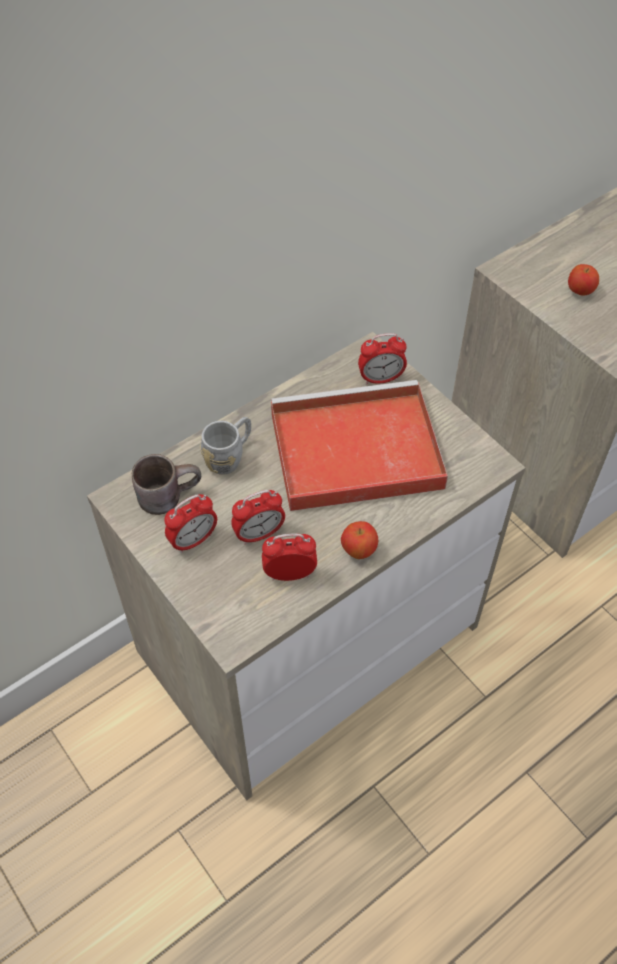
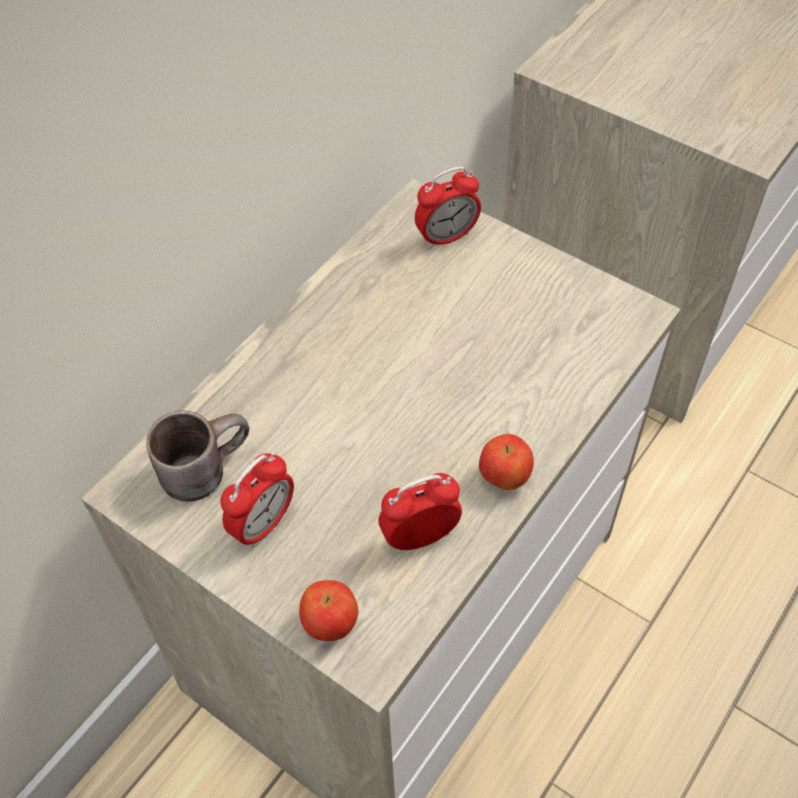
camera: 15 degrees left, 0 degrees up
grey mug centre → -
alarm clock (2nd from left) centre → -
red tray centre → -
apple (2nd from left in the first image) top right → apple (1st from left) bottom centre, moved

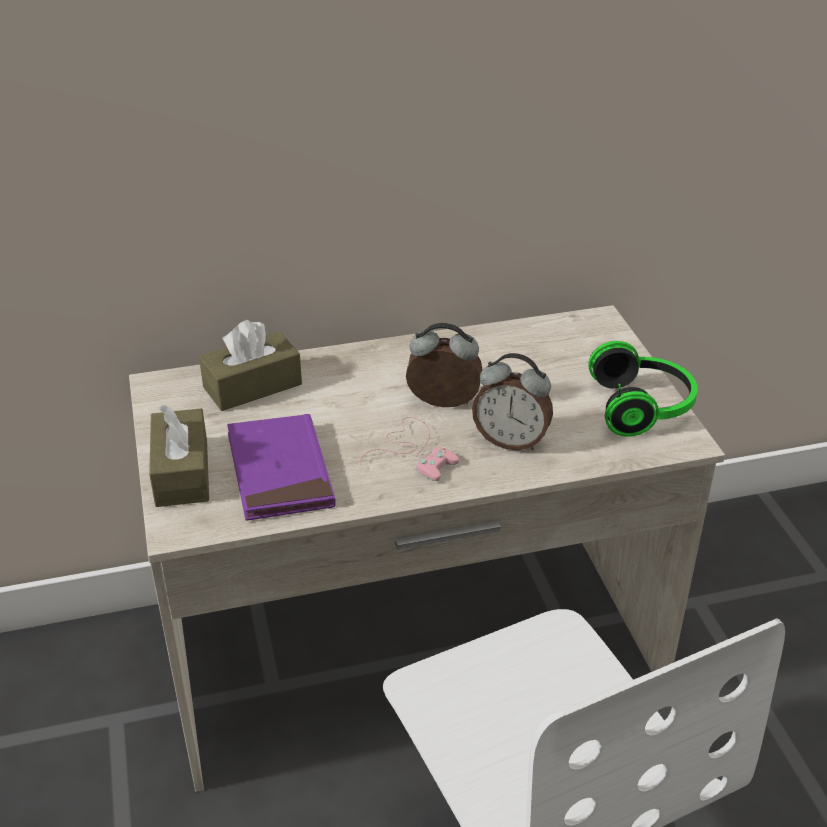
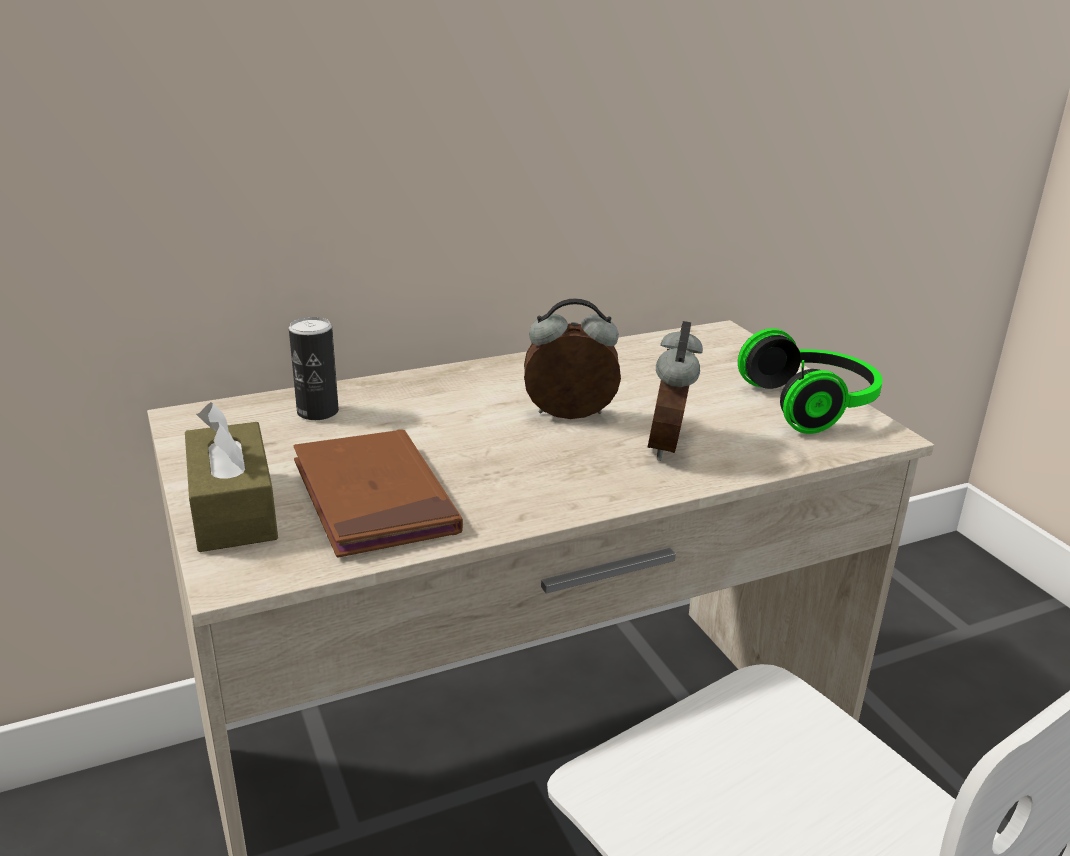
camera: 10 degrees left, 10 degrees down
pink game controller centre → -
brown tissue box (2nd from left) middle left → can middle left
purple book centre → brown book centre
alarm clock (2nd from left) centre, 90 degrees clockwise

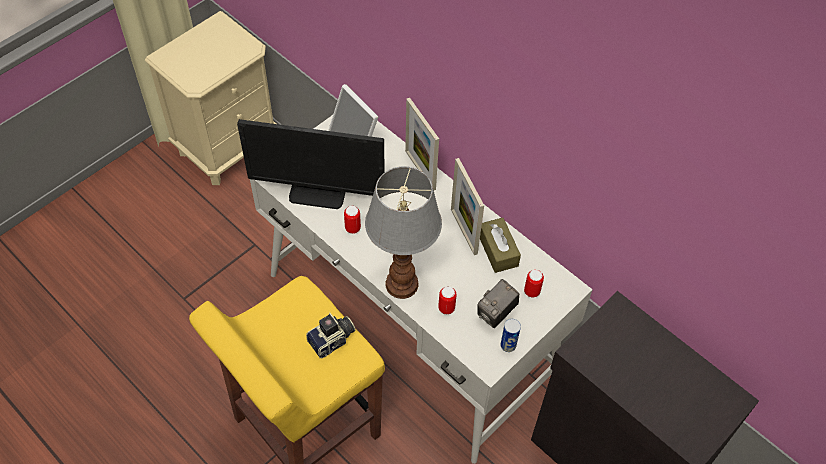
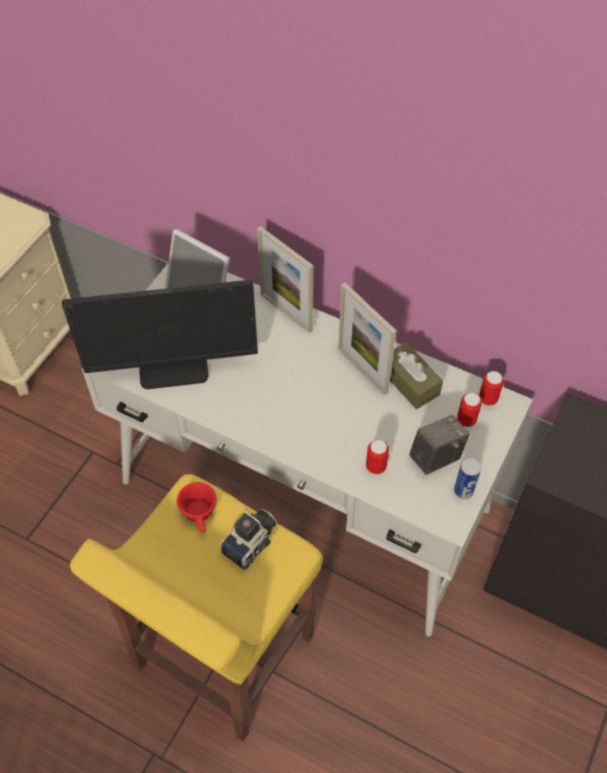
camera: 15 degrees left, 0 degrees up
table lamp centre → -
- → red cup middle left
can (1st from left in the first image) centre → can (4th from left) middle right, moved
photo camera (2nd from left) centre → photo camera (2nd from left) middle right, 150 degrees counterclockwise

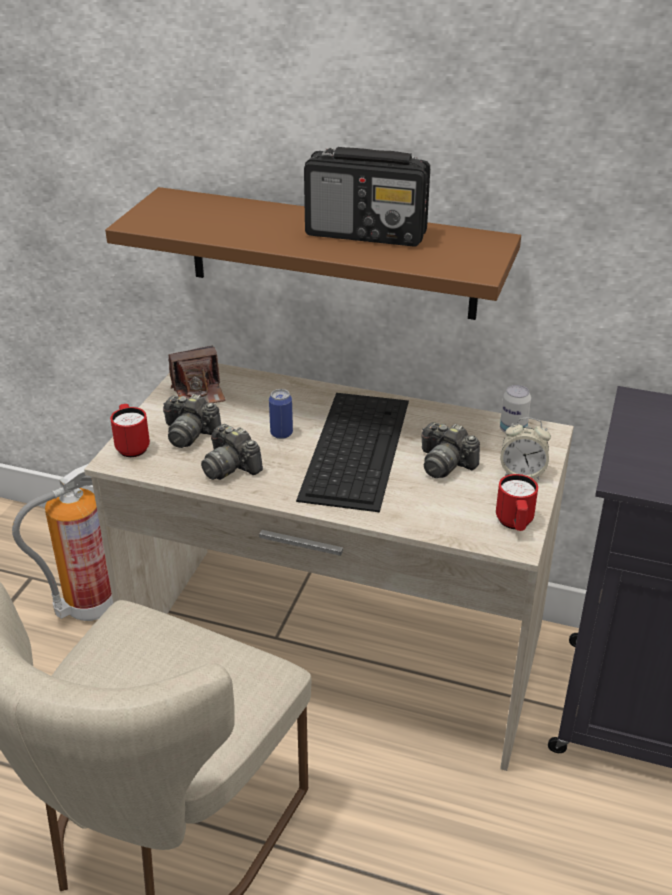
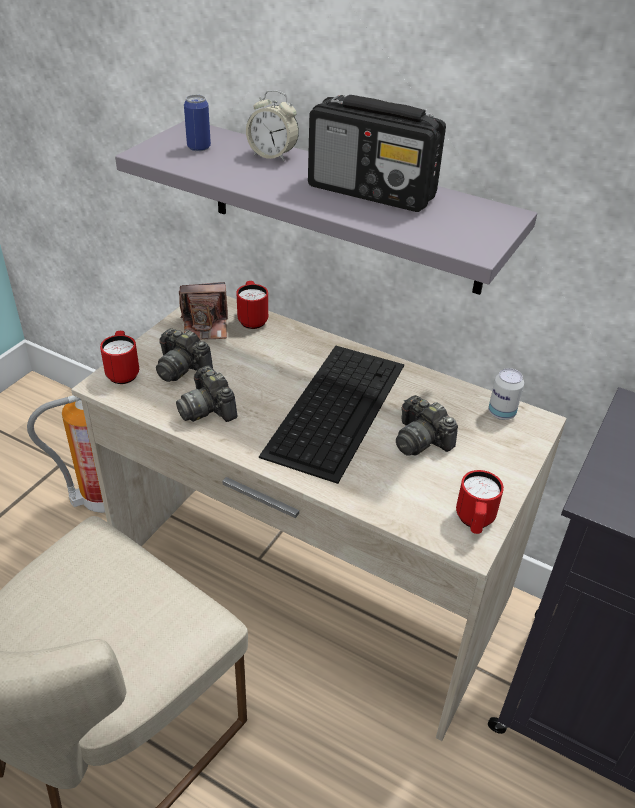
camera: 10 degrees right, 5 degrees up
- → red mug (2nd from left) centre
can (1st from left) centre → can (1st from left) top left, moved
alarm clock middle right → alarm clock top centre, moved
brown shelf top centre → grey shelf top centre

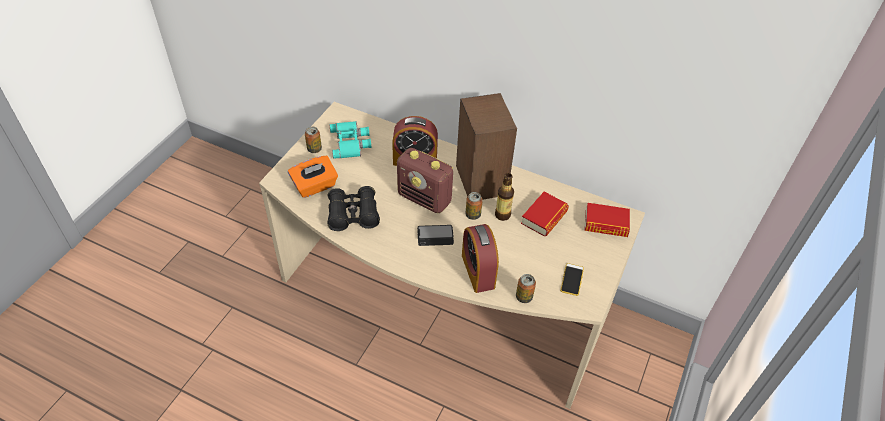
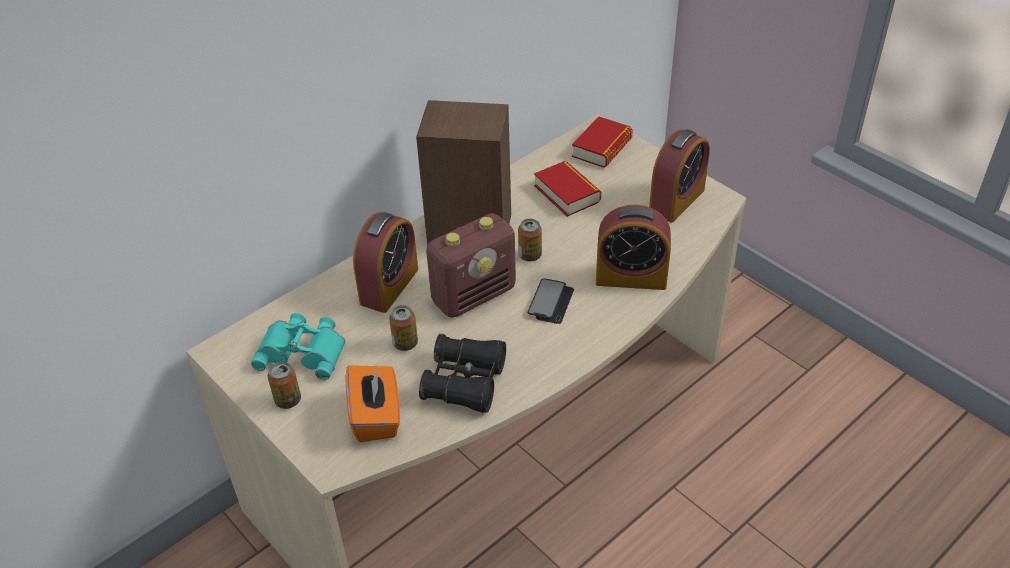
camera: 65 degrees left, 5 degrees down
bottle centre → -
can (3rd from left in the first image) bottom centre → can (2nd from left) centre, moved
phone (2nd from left) centre → alarm clock (3rd from left) top right

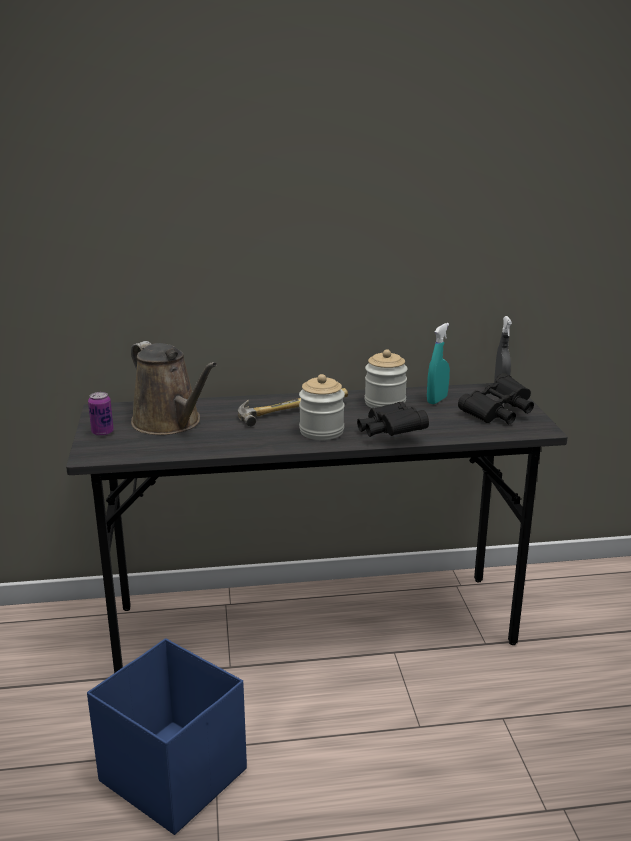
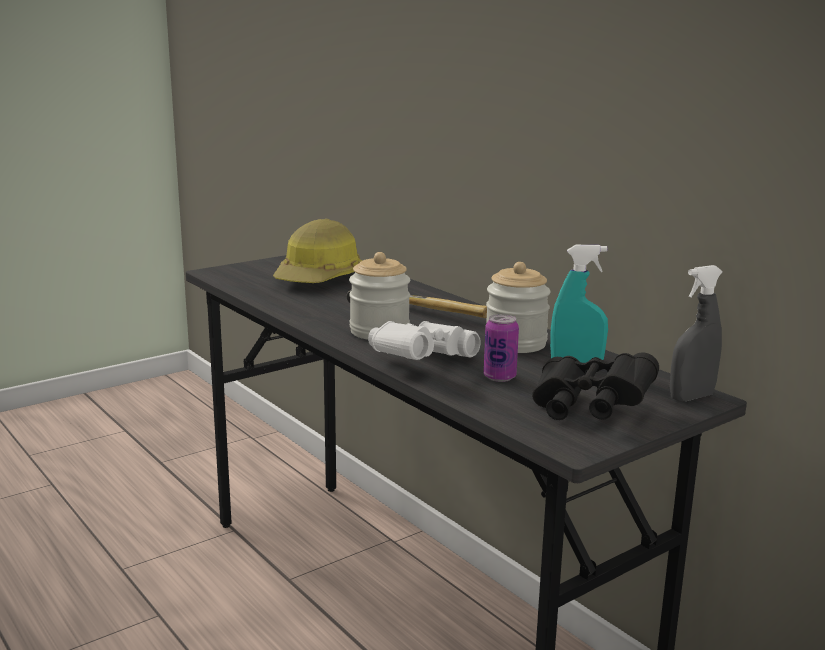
camera: 60 degrees right, 5 degrees down
blue storage box bottom left → -
can middle left → can centre, moved
brown watering can middle left → hard hat centre
black binoculars (1st from left) centre → white binoculars centre

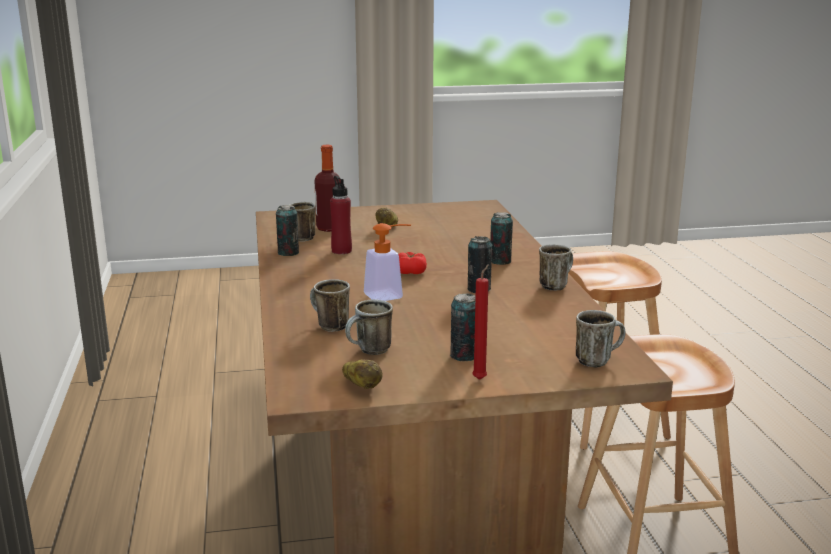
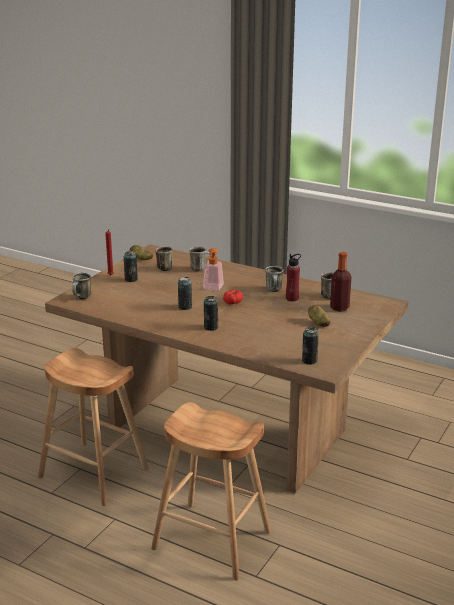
camera: 130 degrees right, 5 degrees up
can (1st from left in the first image) centre → can (4th from left) middle right, moved
mug (4th from left) middle right → mug (4th from left) centre, moved

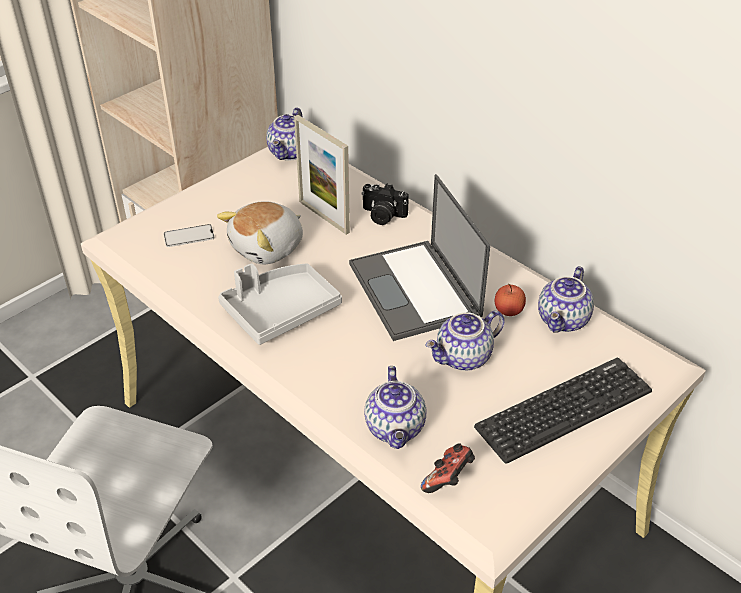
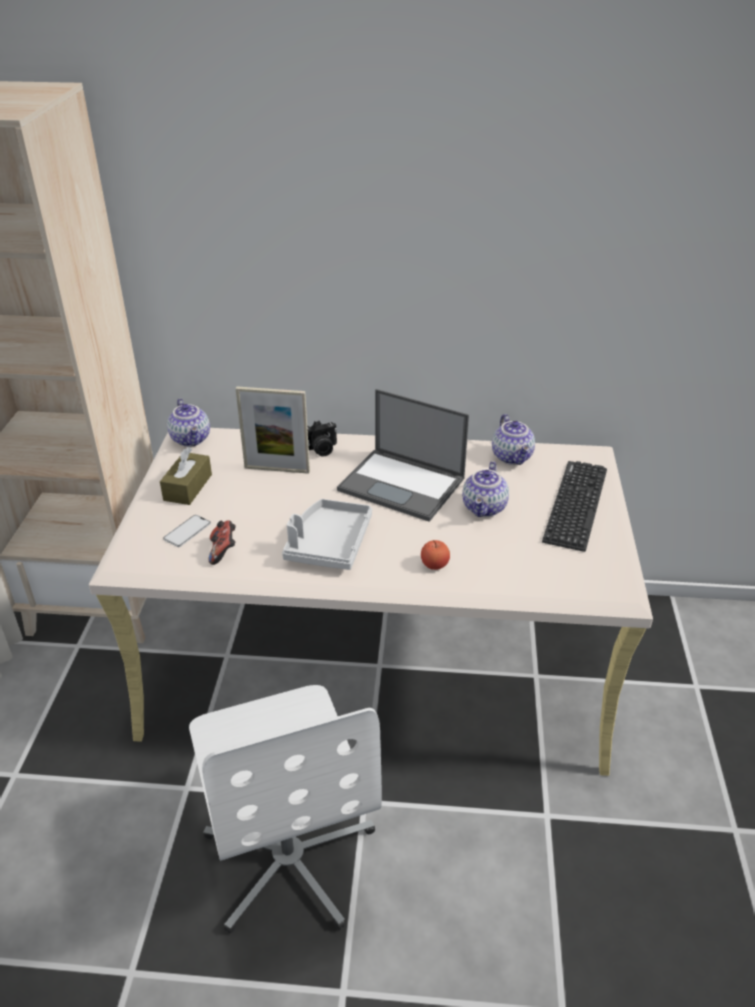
camera: 40 degrees left, 5 degrees down
plush toy centre → -
teapot (2nd from left) bottom centre → -
- → brown tissue box middle left
game controller bottom centre → game controller middle left, moved
apple middle right → apple centre, moved

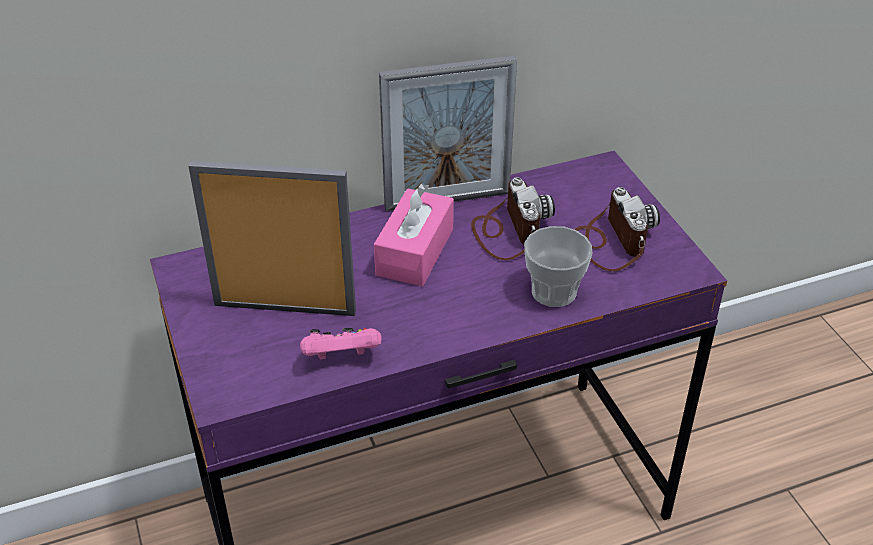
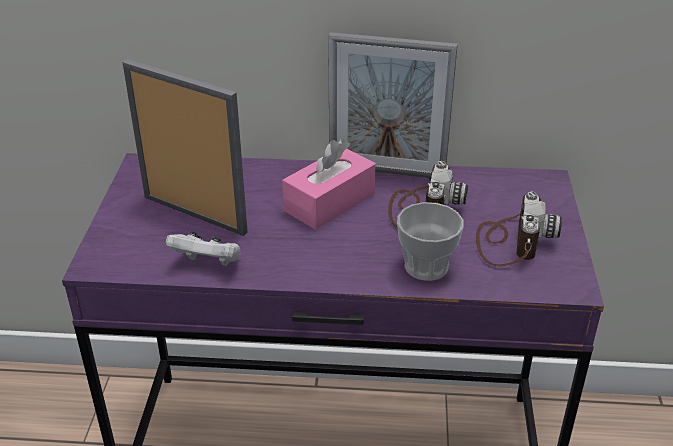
camera: 25 degrees right, 5 degrees down
pink game controller centre → white game controller middle left

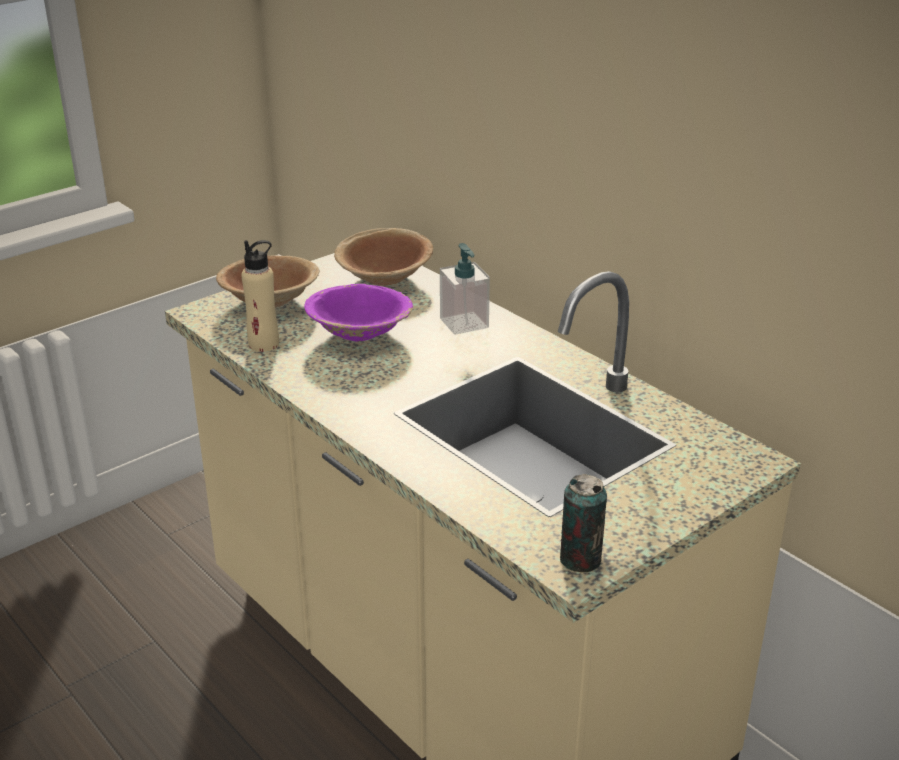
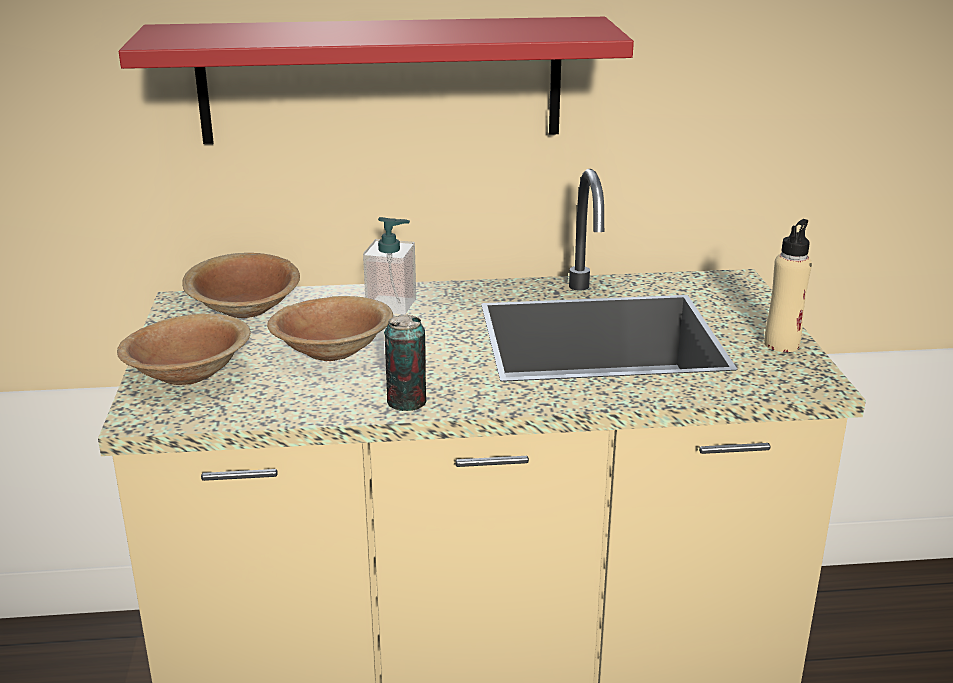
camera: 55 degrees left, 5 degrees down
- → red shelf top centre
beige bottle middle left → beige bottle middle right, moved
can bottom centre → can centre, moved
purple bowl centre → brown bowl (3rd from left) centre

